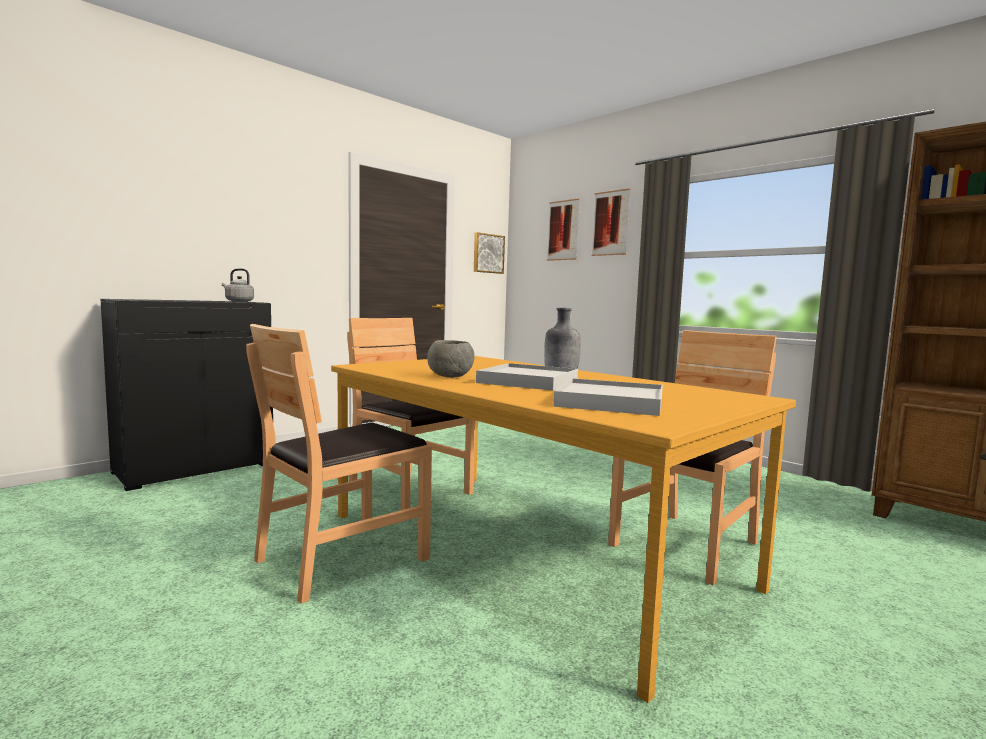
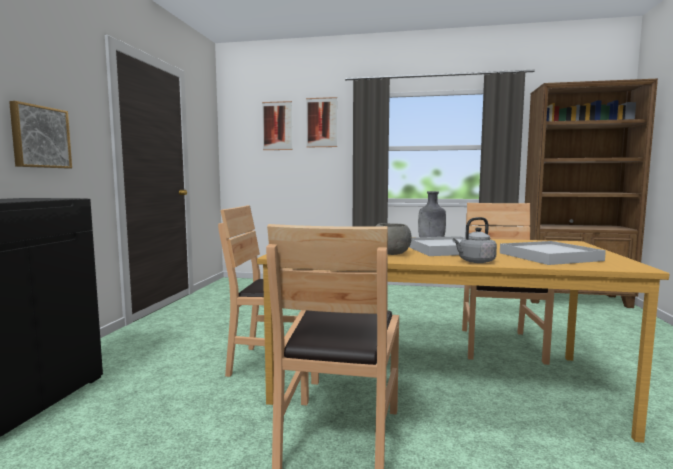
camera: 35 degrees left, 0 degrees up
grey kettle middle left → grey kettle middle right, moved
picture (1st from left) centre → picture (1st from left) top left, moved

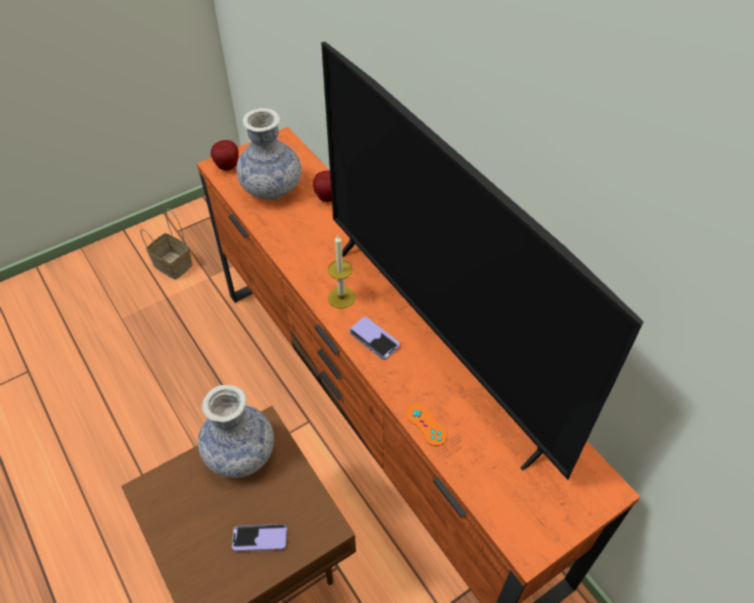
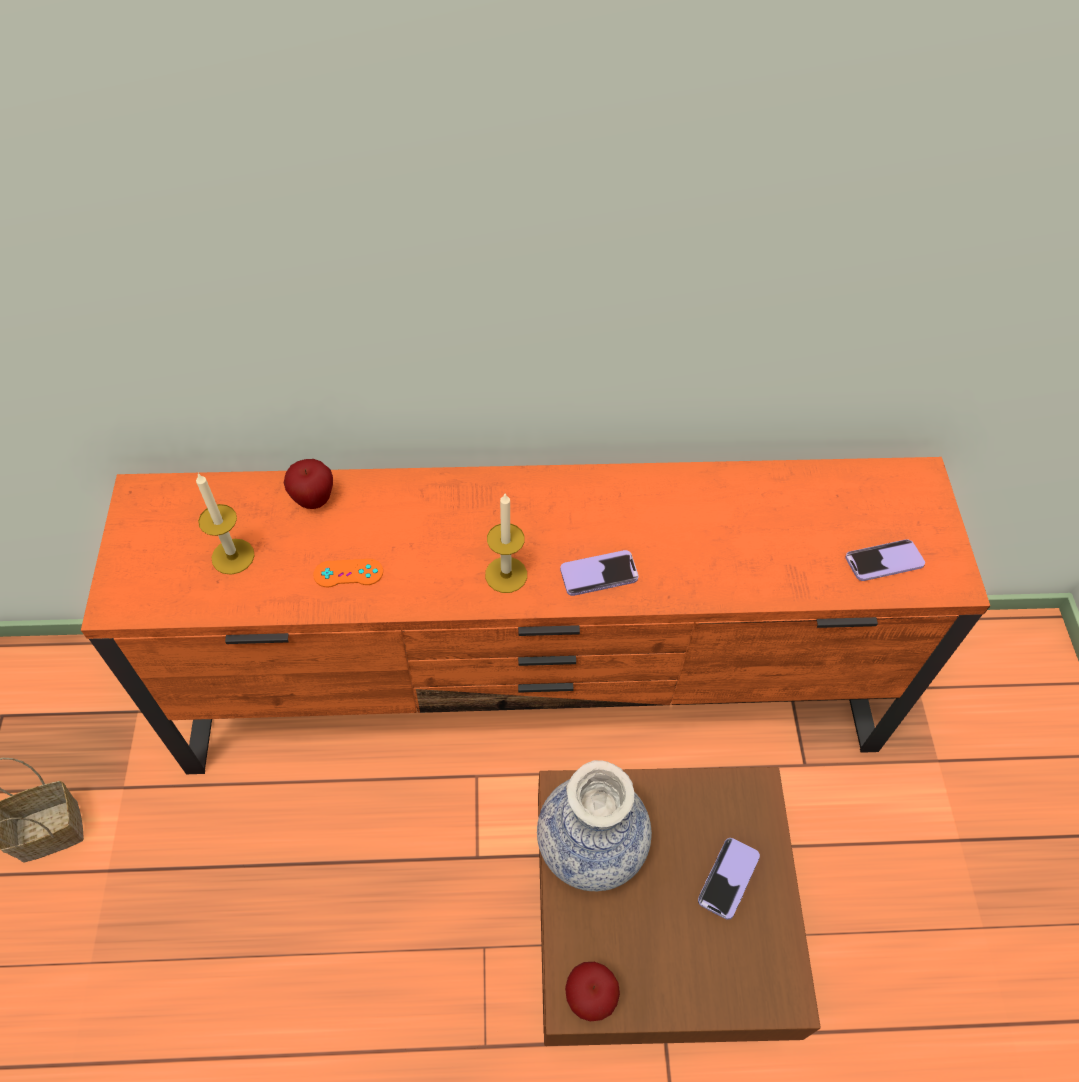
camera: 60 degrees left, 5 degrees up
television centre → -
- → phone (3rd from left) middle right
apple (1st from left in the first image) top left → apple (2nd from left) bottom centre, moved
orange game controller bottom centre → orange game controller middle left, moved
vase (2nd from left) top centre → candle (1st from left) middle left

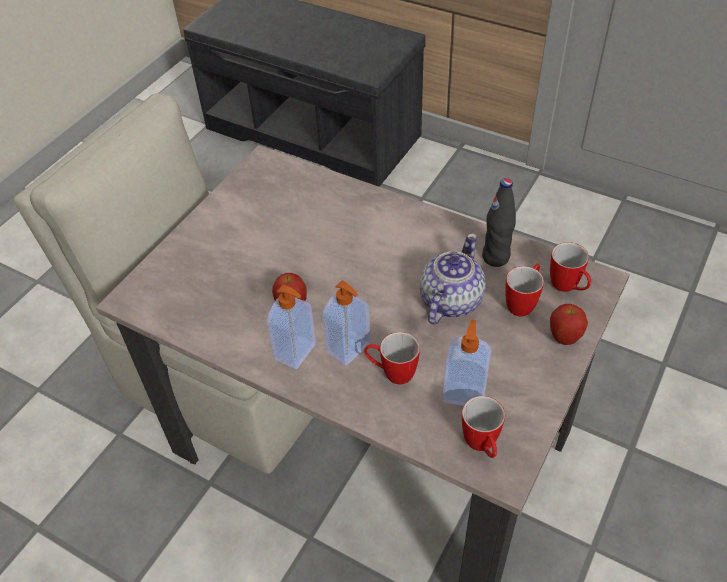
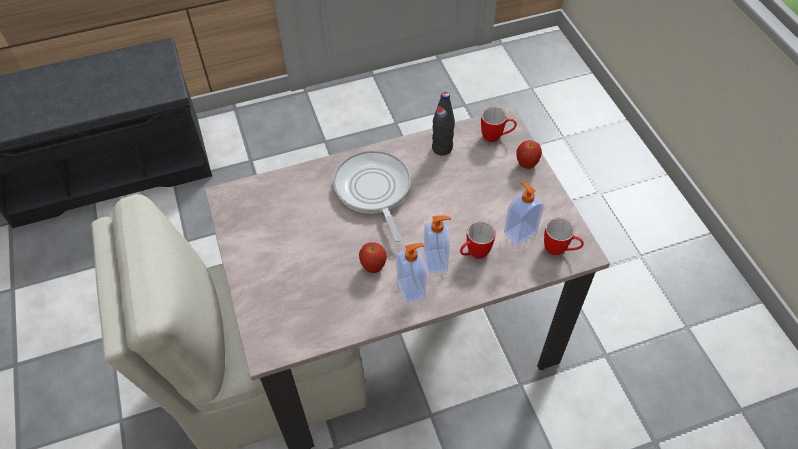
camera: 50 degrees left, 5 degrees up
teapot centre → -
mug (3rd from left) middle right → -
- → frying pan centre

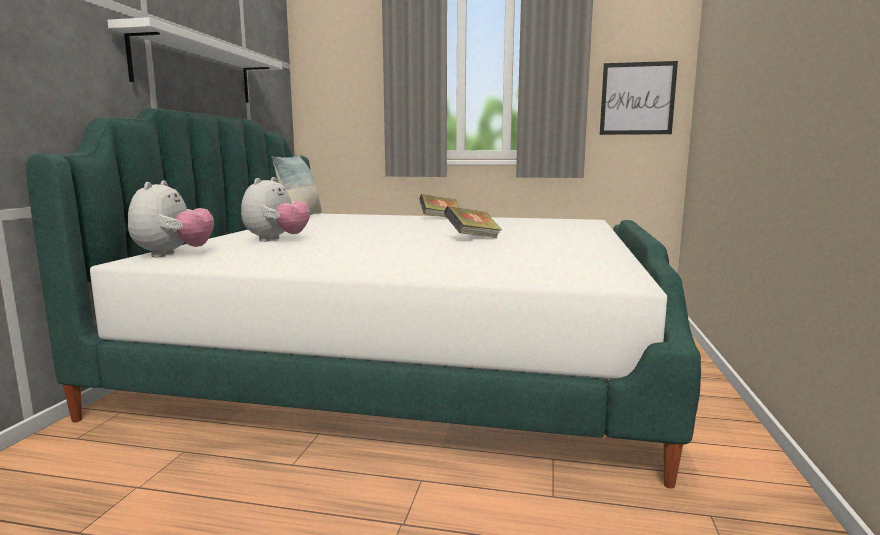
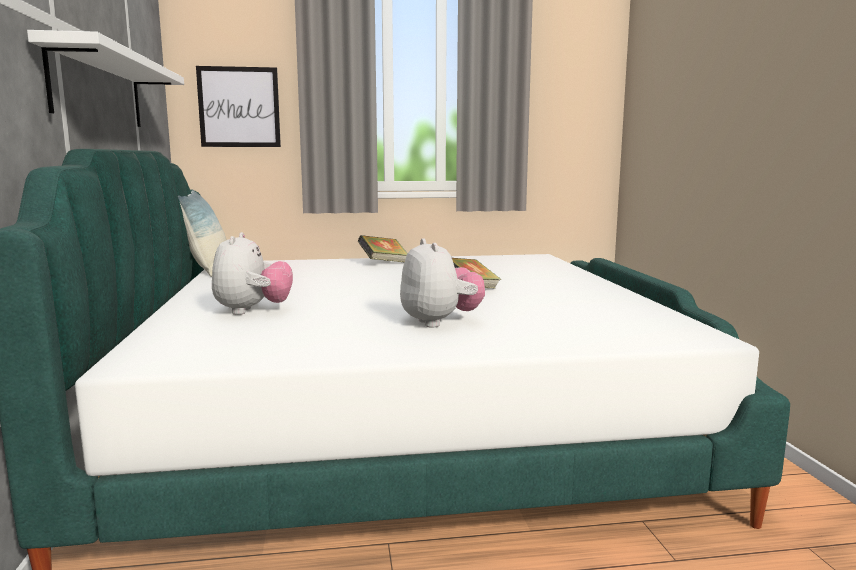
camera: 20 degrees left, 0 degrees up
plush toy (1st from left in the first image) middle left → plush toy (2nd from left) centre, moved
picture top right → picture top left, moved

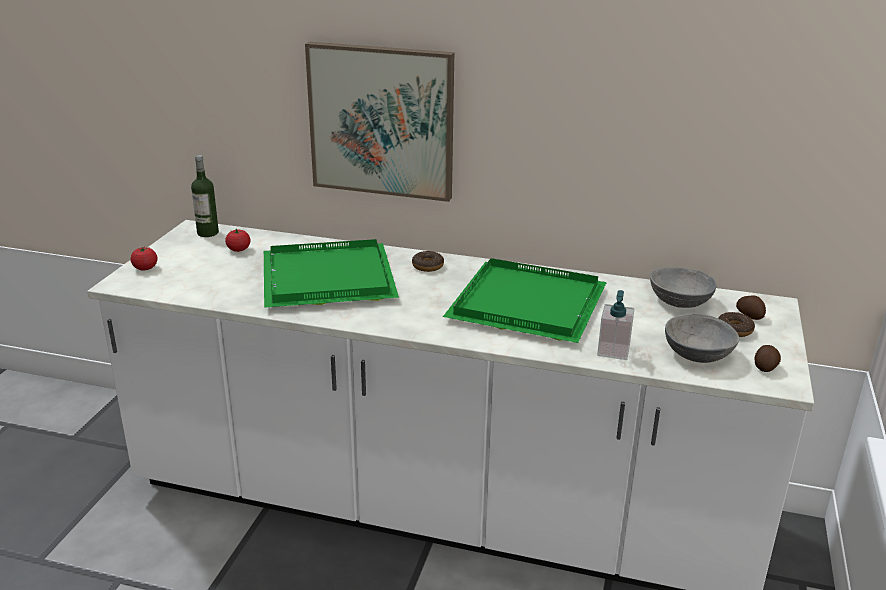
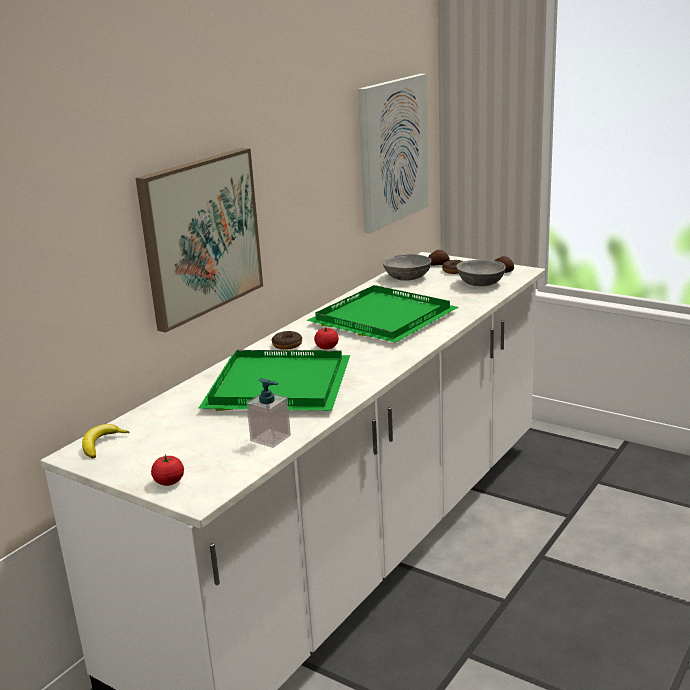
camera: 70 degrees left, 5 degrees down
- → picture (2nd from left) top centre
tomato (2nd from left) middle left → tomato (2nd from left) centre, moved
soap dispenser middle right → soap dispenser centre, moved
bottle top left → banana middle left

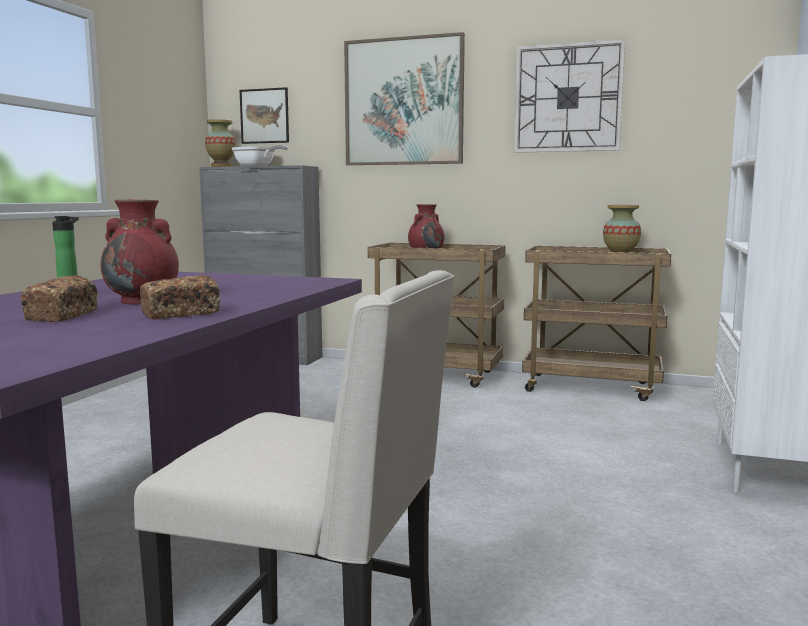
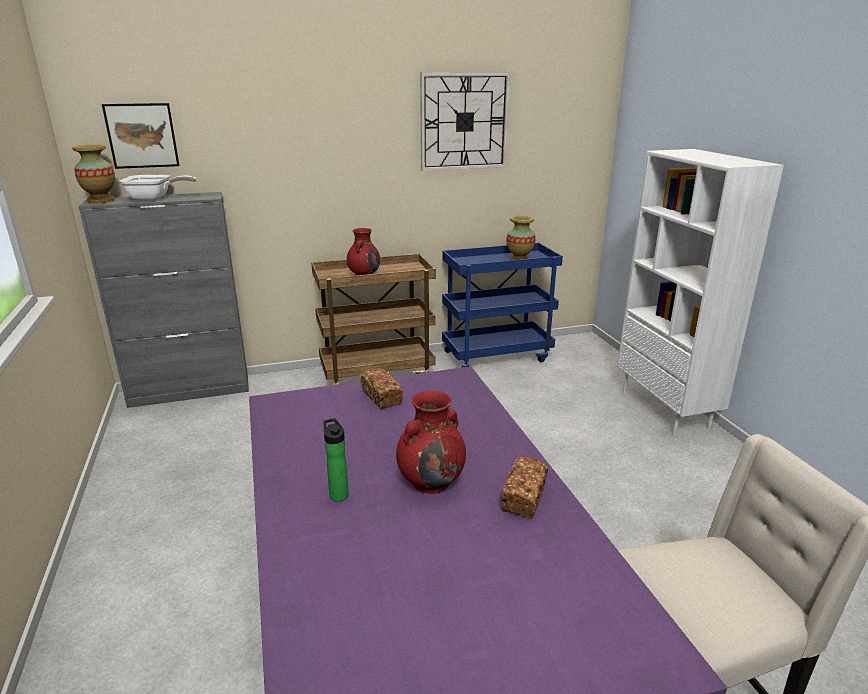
camera: 35 degrees left, 15 degrees up
picture (2nd from left) top centre → -
bread (1st from left) middle left → bread (1st from left) centre, moved
brown cart (2nd from left) middle right → blue cart centre

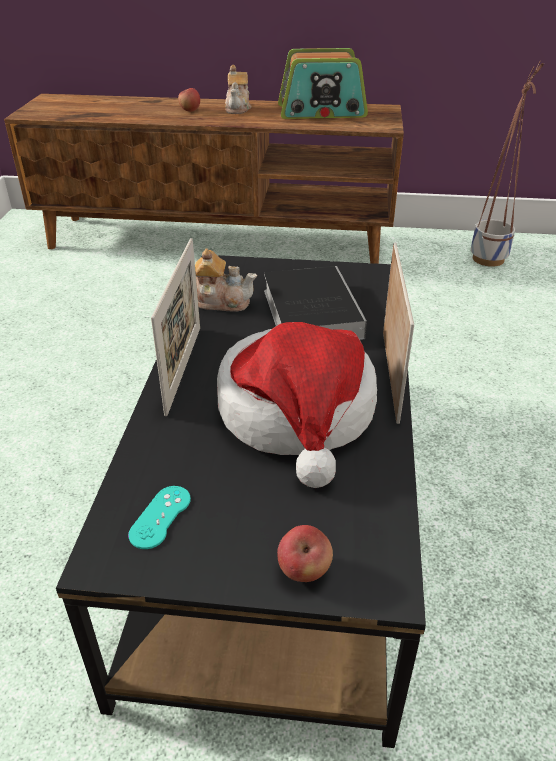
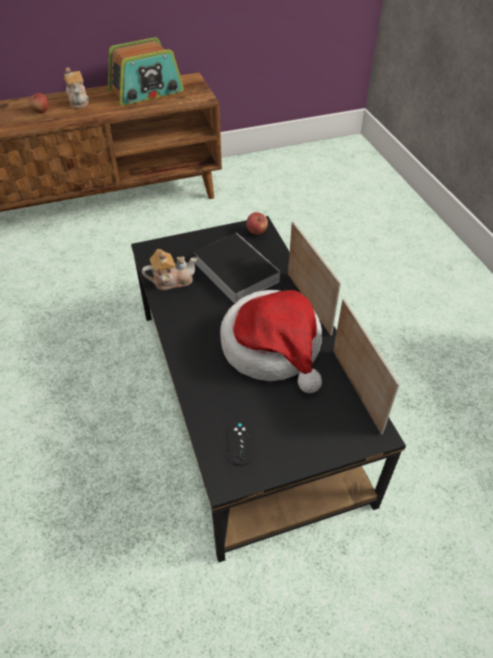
camera: 25 degrees left, 10 degrees up
planter top right → -
picture frame (1st from left in the first image) middle left → picture frame (2nd from left) middle right, moved
apple (2nd from left) bottom centre → apple (2nd from left) centre, moved
turquoise game controller bottom left → black game controller bottom centre

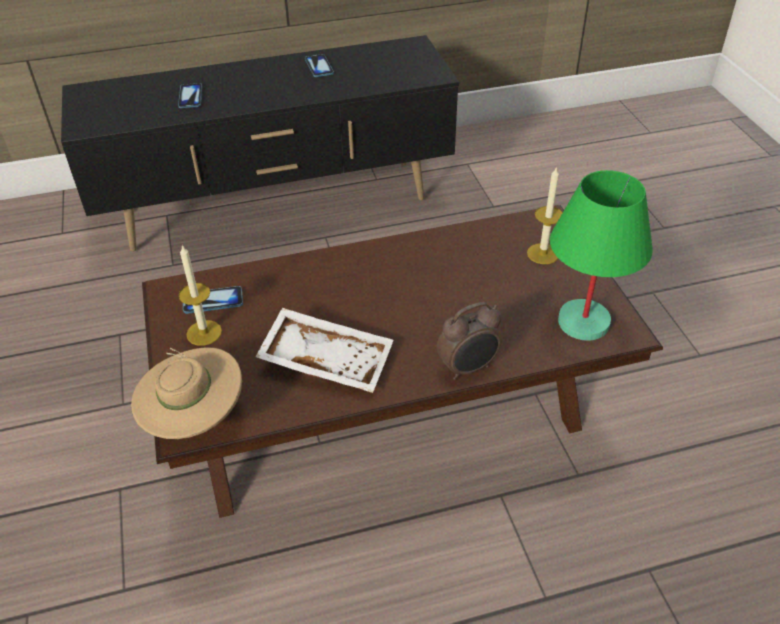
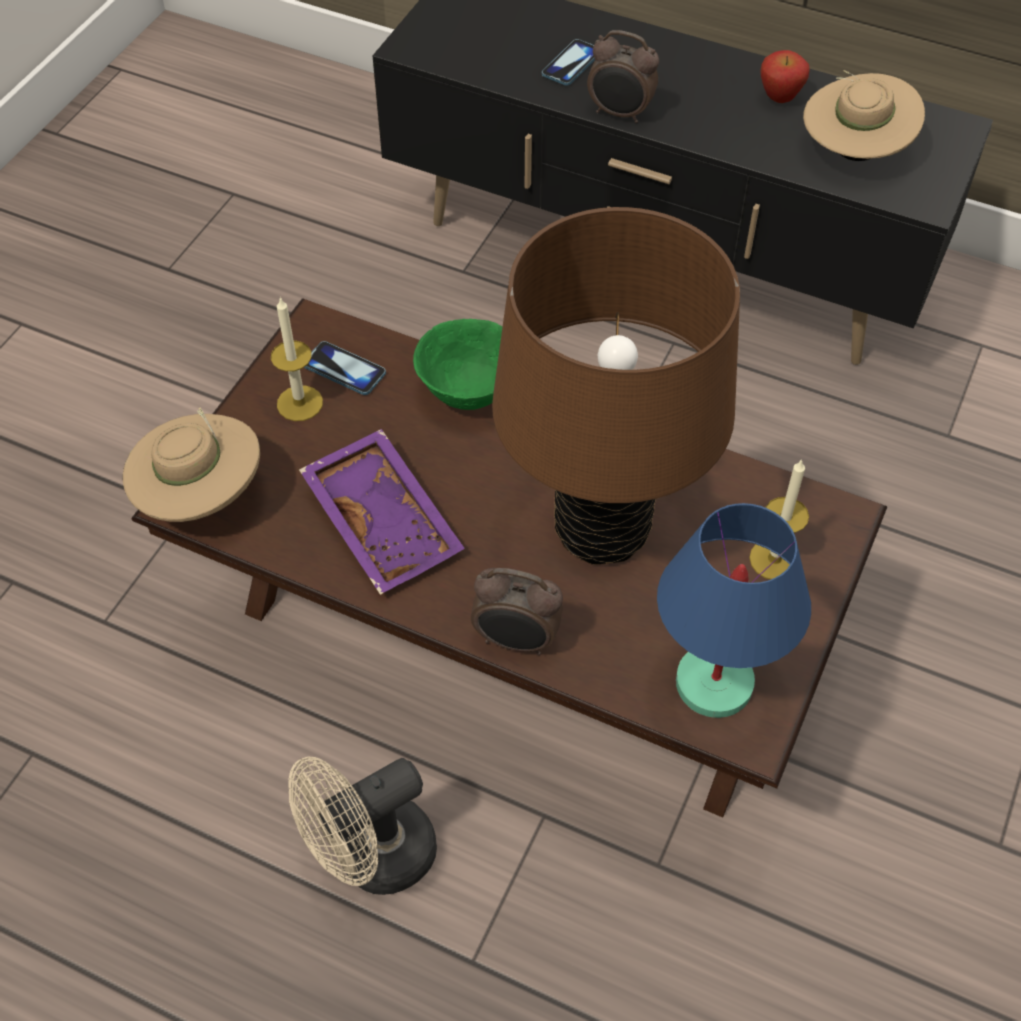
camera: 40 degrees right, 10 degrees up
- → beige fan bottom centre
- → green bowl centre
- → brown table lamp centre
- → alarm clock (2nd from left) top centre
- → beige hat (2nd from left) top right
phone (3rd from left) top centre → apple top right
white tray centre → purple tray centre
green table lamp middle right → blue table lamp middle right

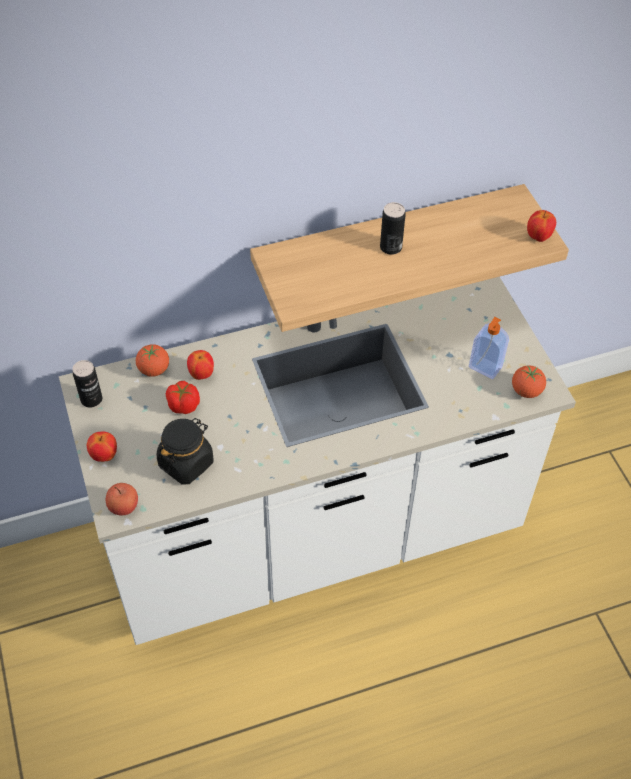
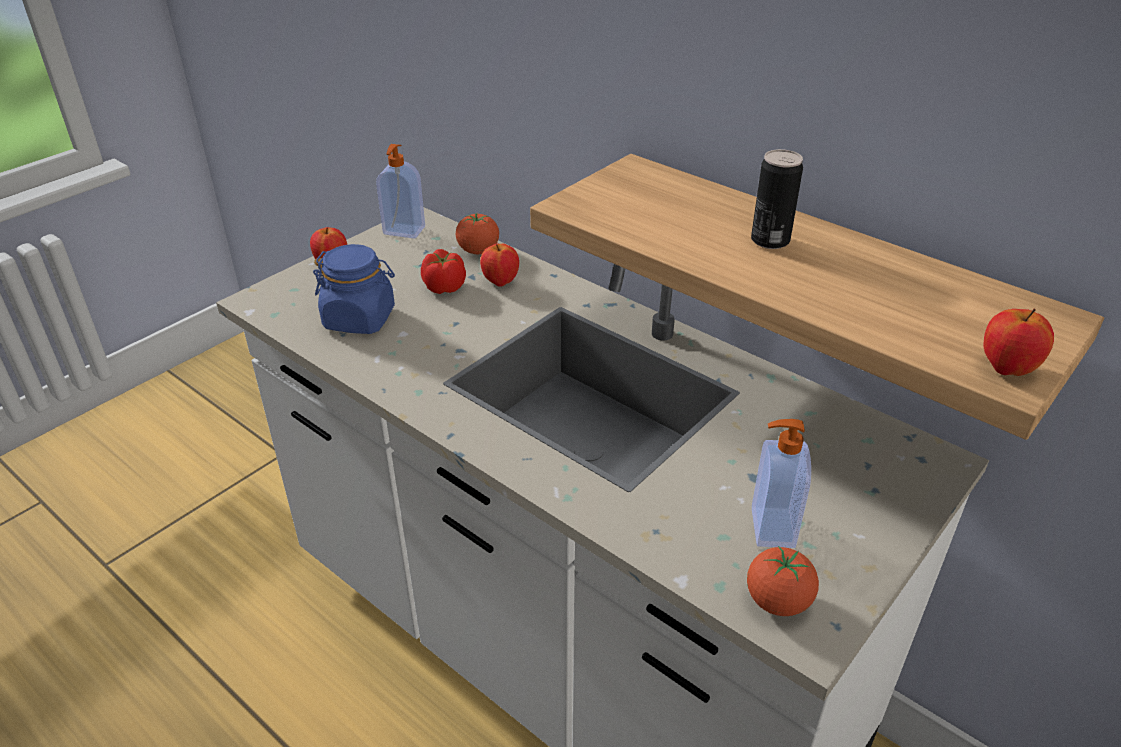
camera: 60 degrees right, 15 degrees down
apple (2nd from left) middle left → -
can (1st from left) middle left → soap dispenser (1st from left) top centre
black jar middle left → blue jar middle left

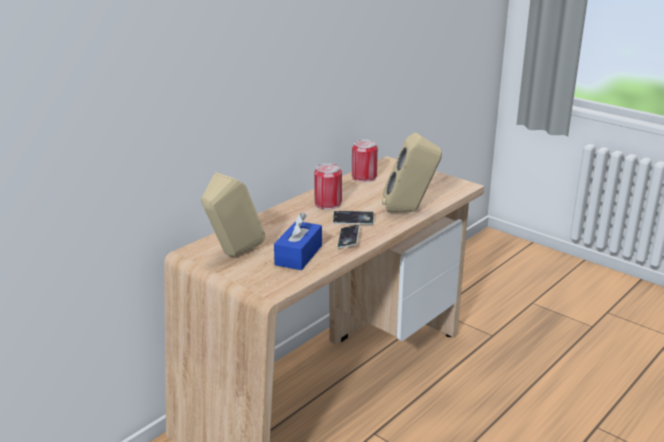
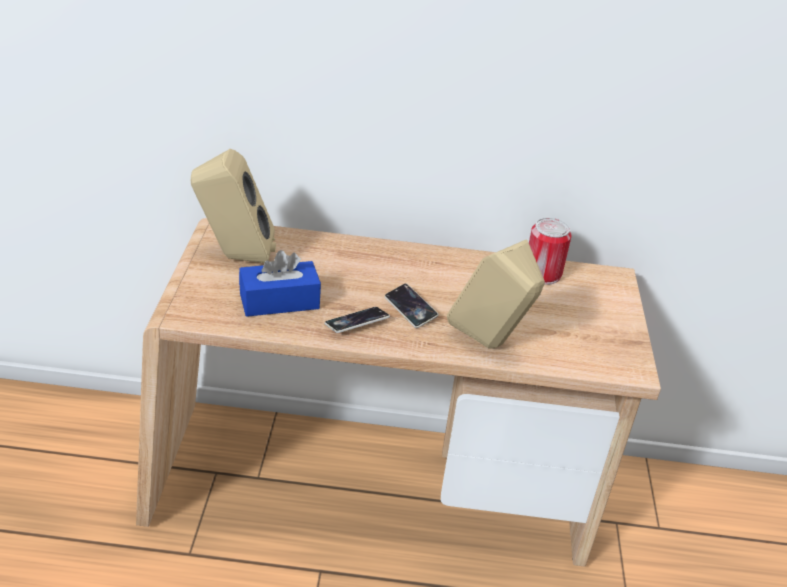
camera: 50 degrees right, 10 degrees up
can (1st from left) centre → -

